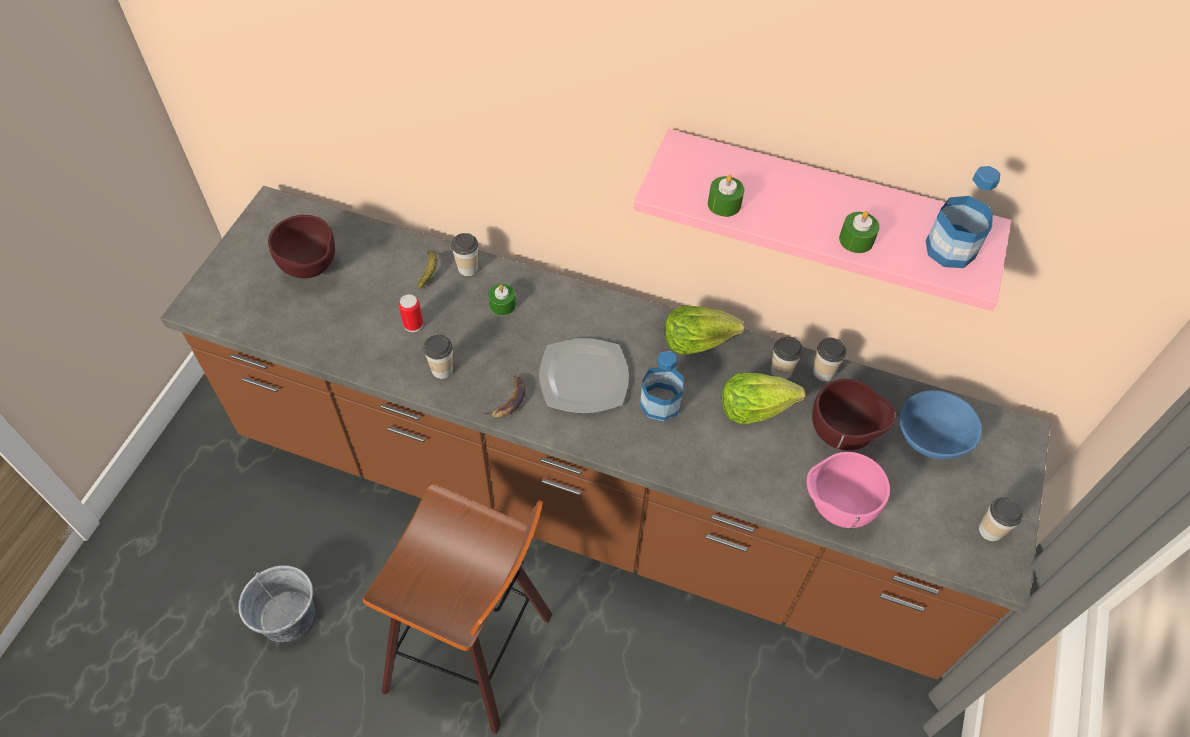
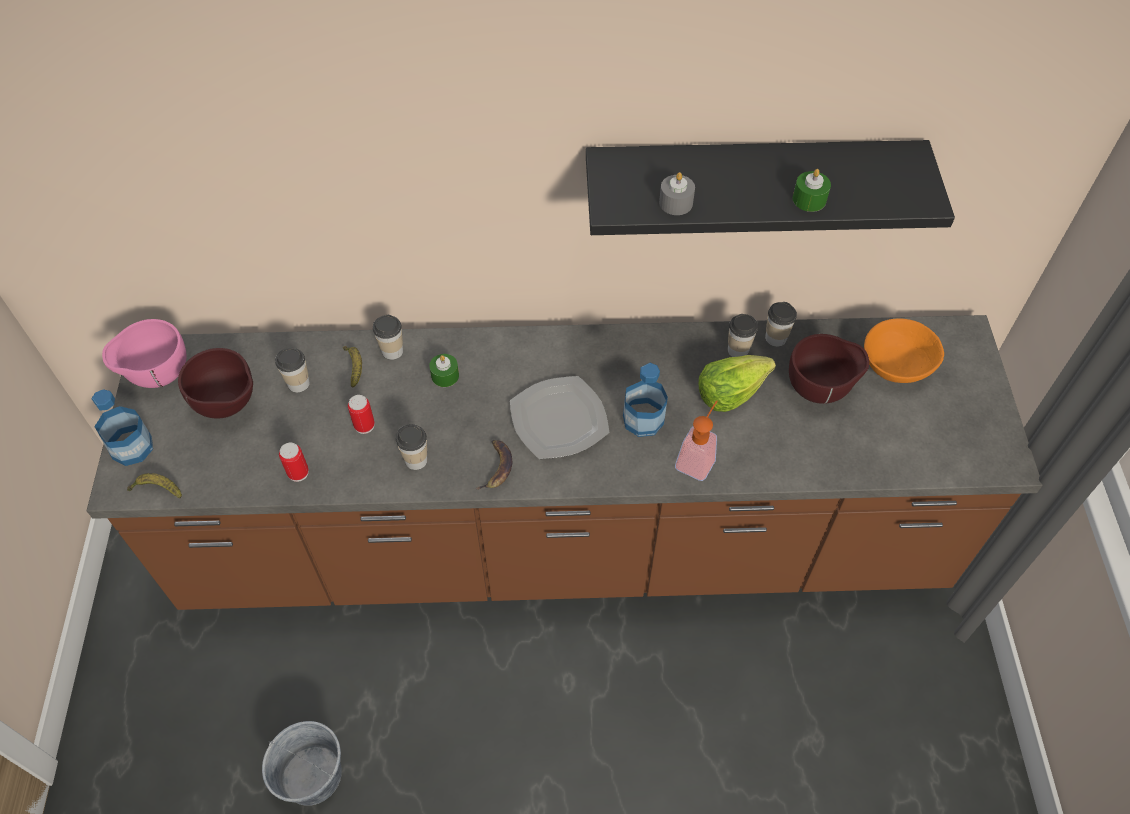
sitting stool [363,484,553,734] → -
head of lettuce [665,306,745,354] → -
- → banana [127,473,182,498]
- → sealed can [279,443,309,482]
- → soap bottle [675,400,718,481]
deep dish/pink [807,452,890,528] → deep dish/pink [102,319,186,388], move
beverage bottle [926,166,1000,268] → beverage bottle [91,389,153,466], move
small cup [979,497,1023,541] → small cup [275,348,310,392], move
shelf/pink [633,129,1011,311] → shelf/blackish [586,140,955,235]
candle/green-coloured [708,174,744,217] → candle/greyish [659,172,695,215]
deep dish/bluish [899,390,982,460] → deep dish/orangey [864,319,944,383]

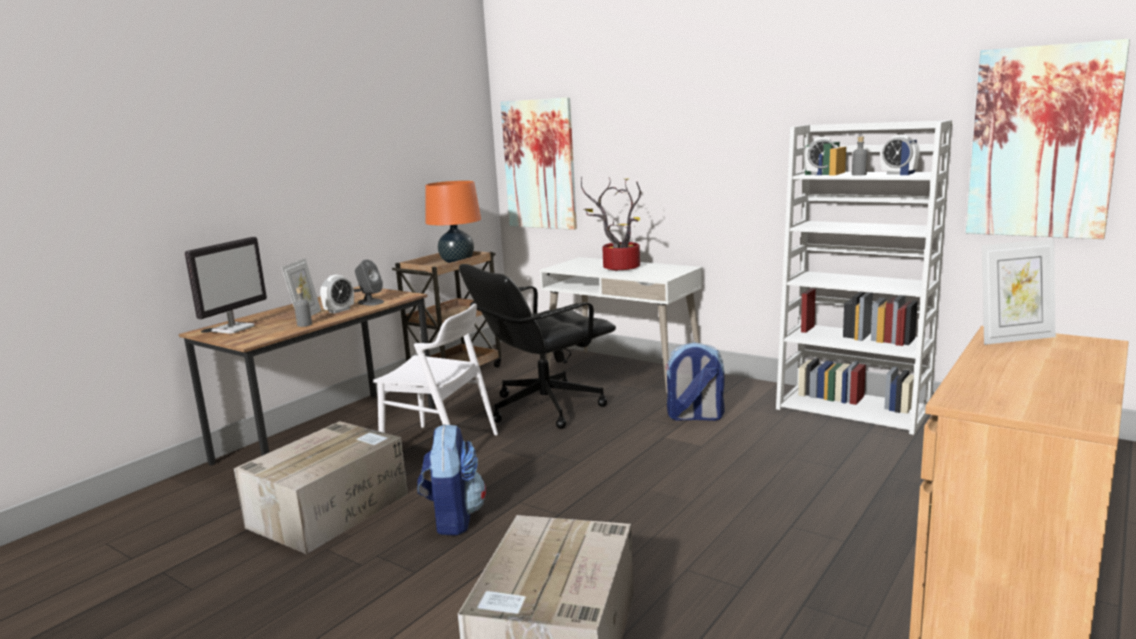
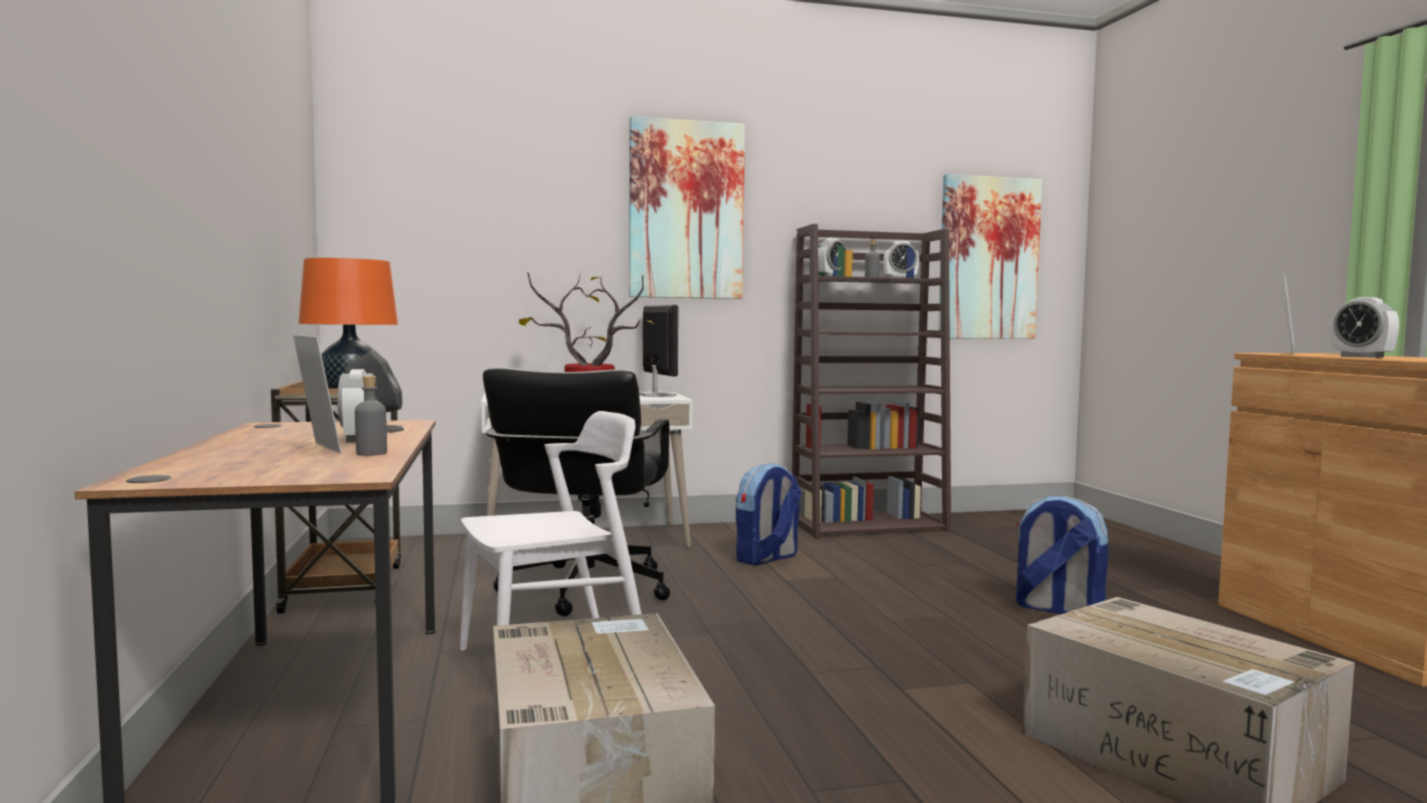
- → table clock [1331,297,1399,358]
computer screen [185,237,267,334] → computer screen [639,305,679,397], move
knapsack [417,424,486,536] → knapsack [1016,495,1109,614], move
wall art [501,97,577,230] → wall art [629,116,745,299], move
bookcase/white [776,120,952,435] → bookcase/brown [792,224,951,538]

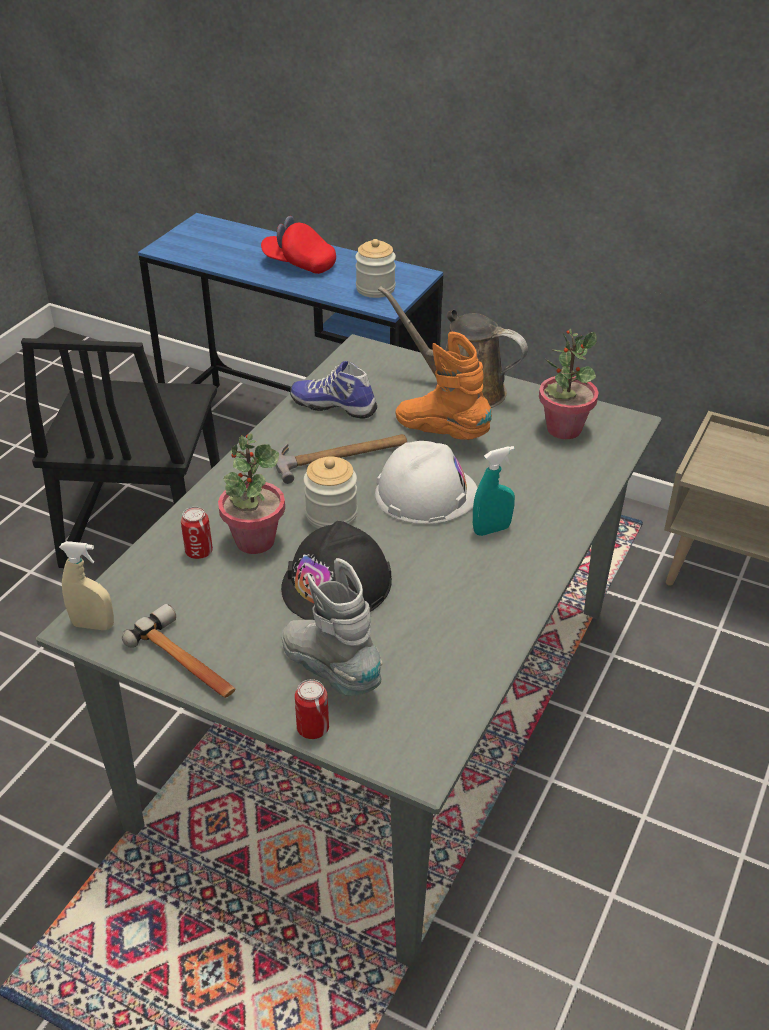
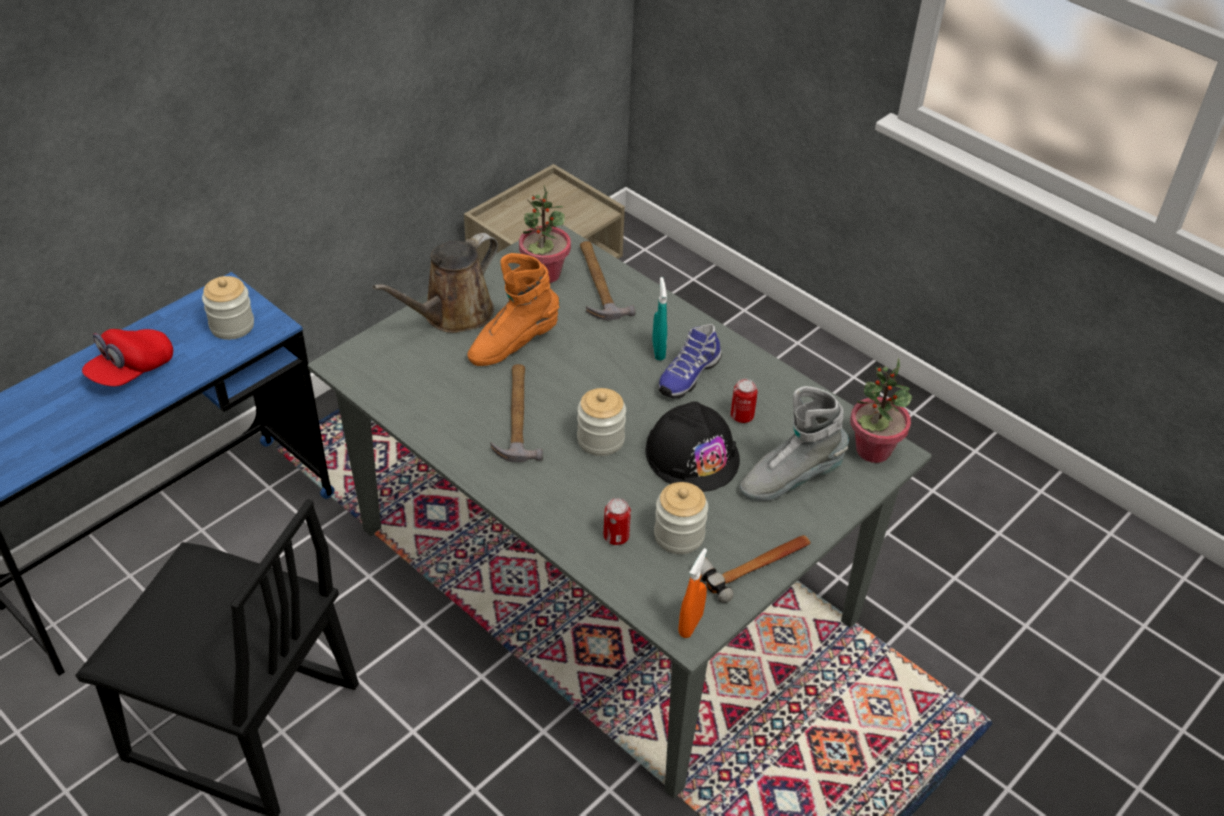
safety helmet/white [375,441,477,524] → -
- → hammer [580,241,635,320]
- → storage jar [654,482,708,554]
potted plant [218,434,285,554] → potted plant [850,358,912,463], move
low shoe [290,361,377,418] → low shoe [658,324,722,398], move
sealed can [295,679,329,739] → sealed can [731,379,758,423], move
sprayer/beige-coloured [59,541,114,630] → sprayer/orangey [678,548,707,638]

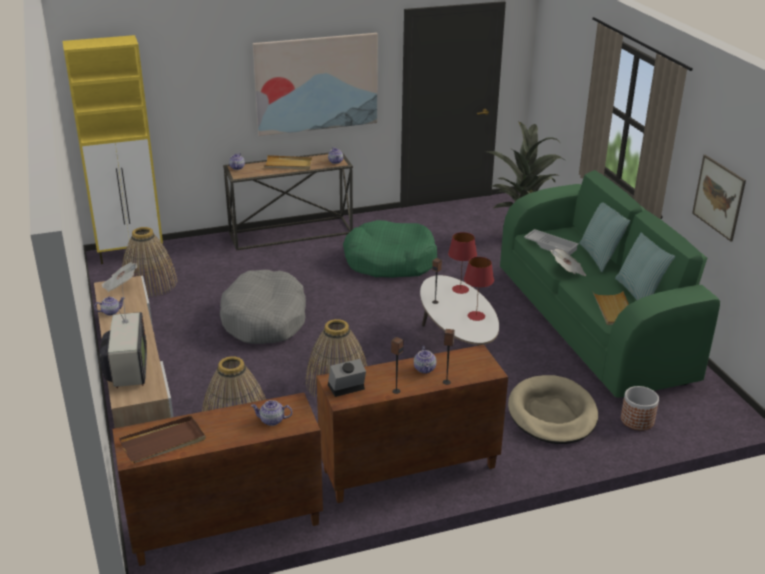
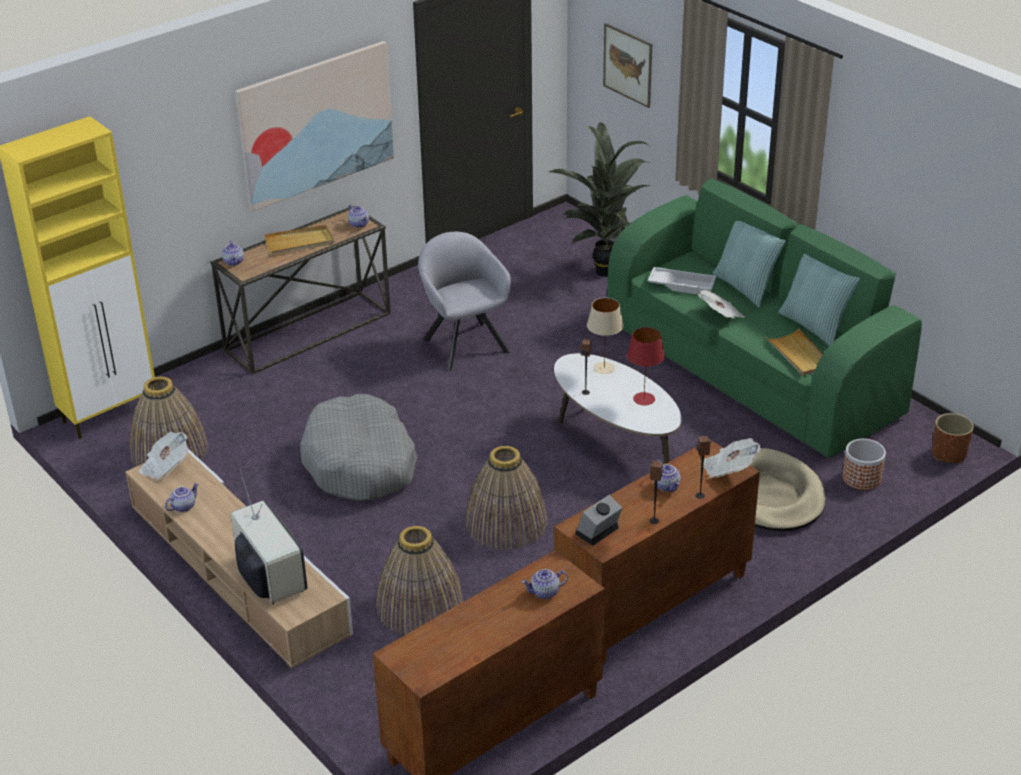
carrying tray/brown [119,416,206,463] → -
- → newspaper [703,438,761,478]
- → flower pot/brown [932,413,974,463]
wall art [692,155,746,242] → wall art [603,23,652,108], move
pet bed/green-coloured [343,220,437,278] → lounge chair/greyish [418,232,511,371]
lamp for a table/red-coloured [448,232,477,294] → lamp for a table/beige-coloured [587,298,624,374]

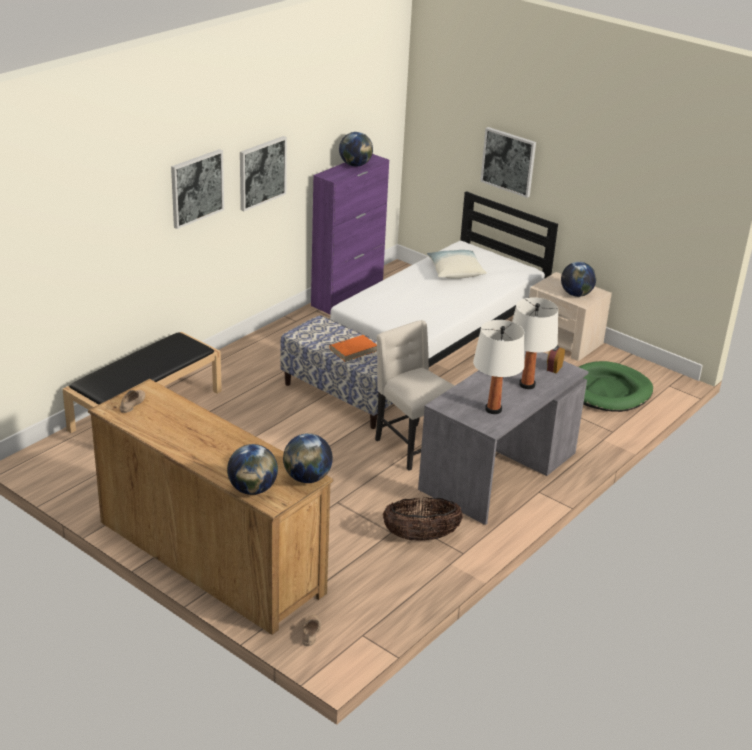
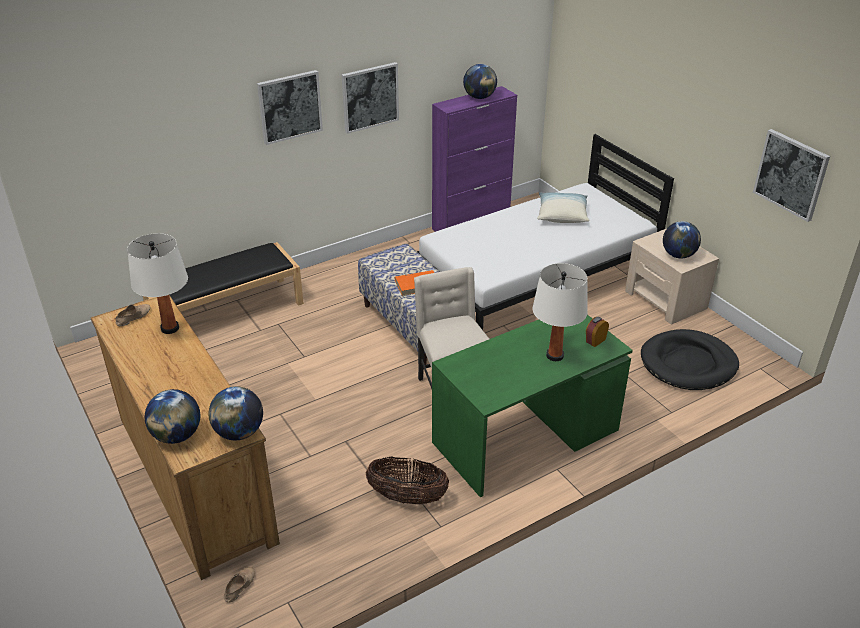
lamp for a table/white [473,320,525,414] → lamp for a table/white [127,233,188,334], move
wall art [480,127,536,198] → wall art [753,129,830,222], move
desk/greyish [418,351,589,525] → desk/green-coloured [432,315,633,498]
pet bed/green-coloured [579,361,653,412] → pet bed/blackish [641,329,739,390]

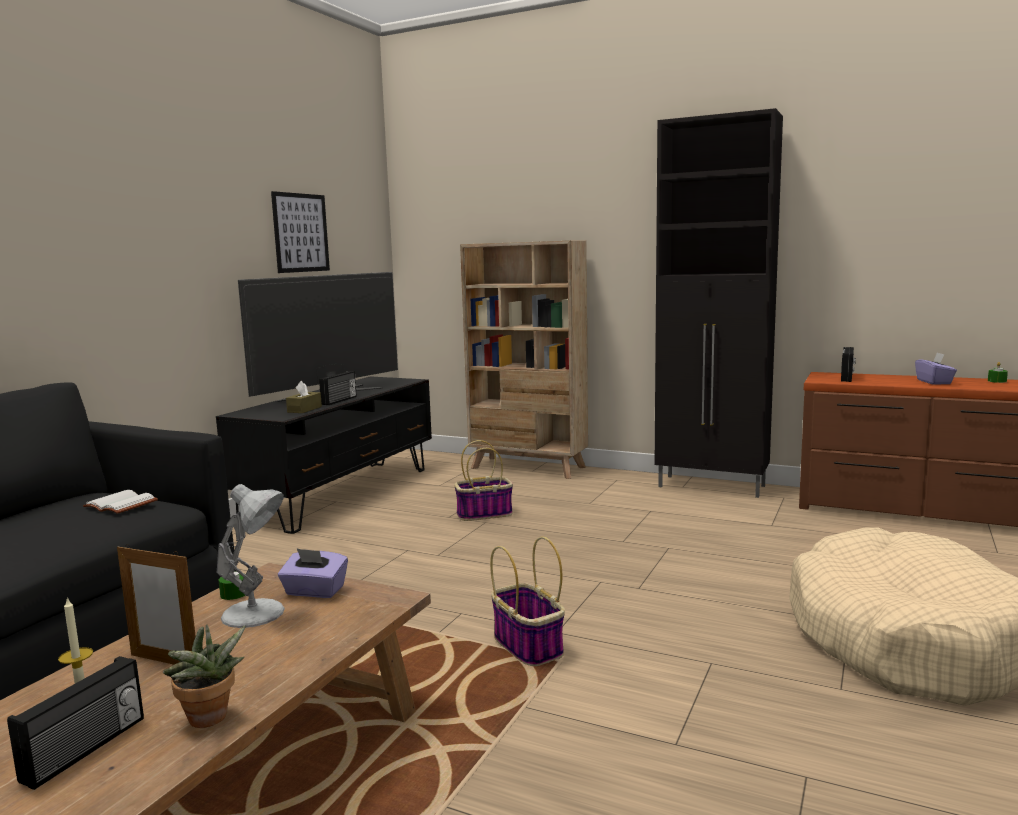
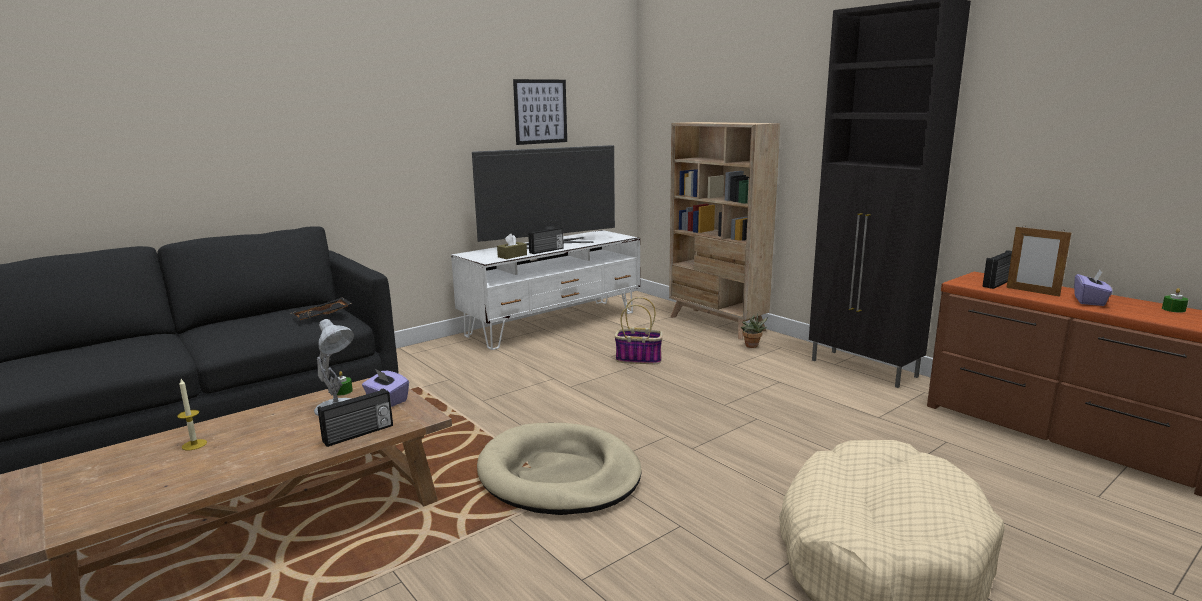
radio receiver [7,656,144,790] → radio receiver [318,388,393,447], move
photo frame [117,544,196,665] → photo frame [1006,225,1071,297], move
potted plant [163,624,246,728] → potted plant [741,313,768,348], move
bound book/white [83,490,158,514] → carrying tray/blackish [290,297,352,320]
household basket [490,536,565,666] → pet bed/beige-coloured [477,423,642,515]
media console/blackish [216,376,432,534] → media console/white [451,230,640,350]

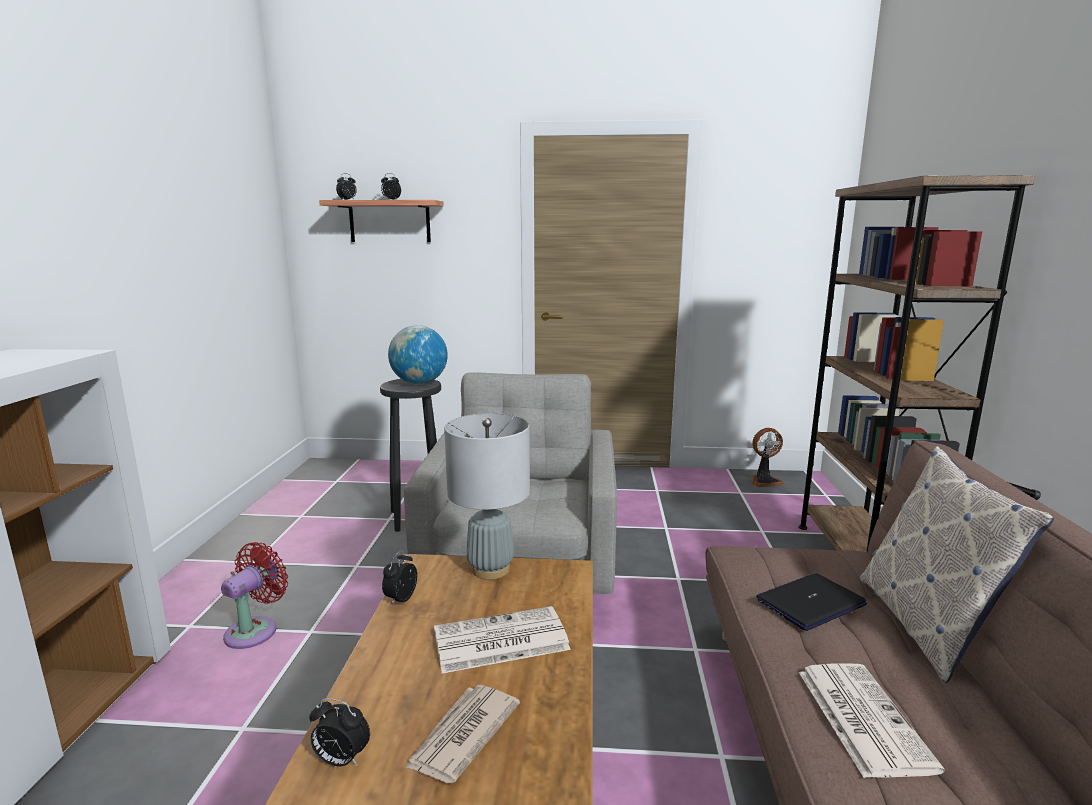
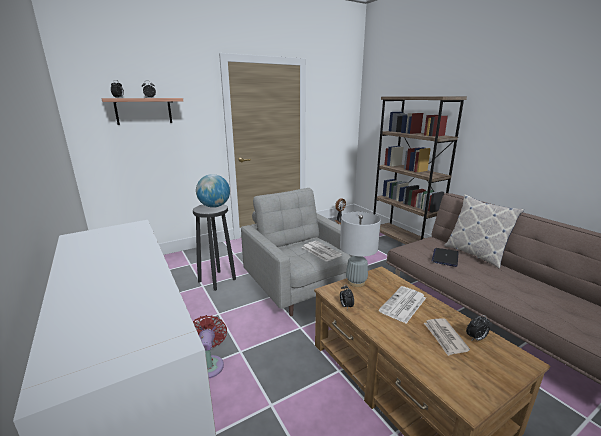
table clock [309,698,370,766] → table clock [466,315,490,341], move
newspaper [799,664,945,778] → newspaper [302,241,342,262], move

